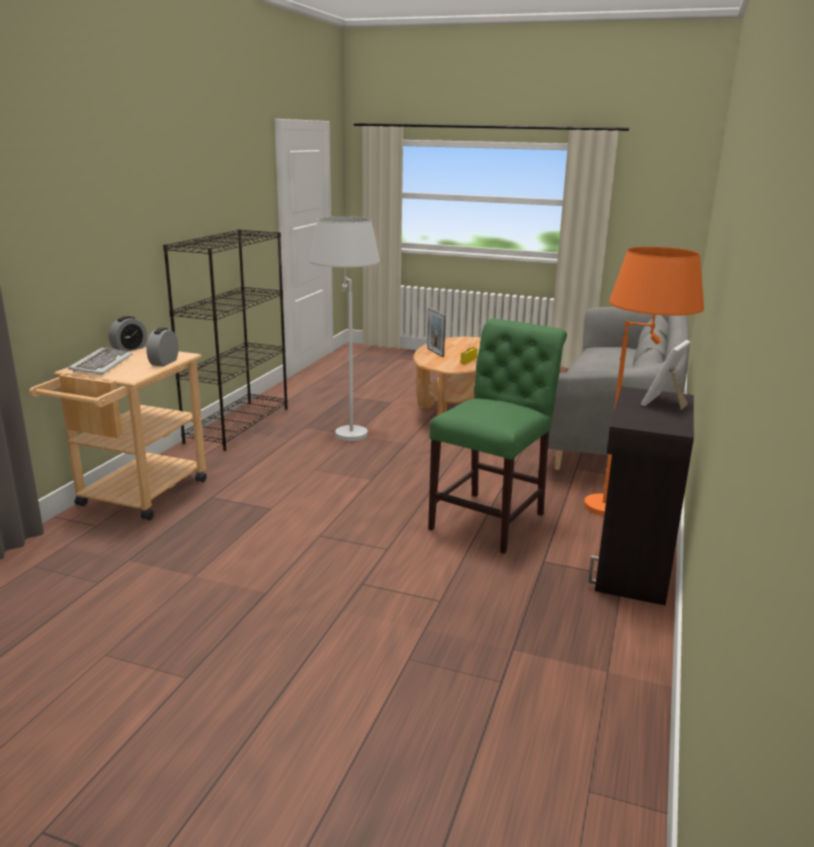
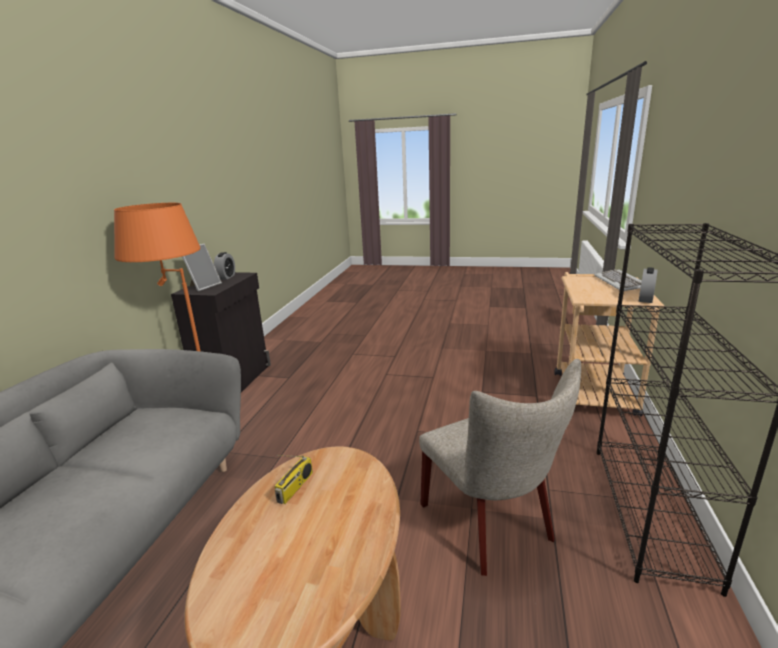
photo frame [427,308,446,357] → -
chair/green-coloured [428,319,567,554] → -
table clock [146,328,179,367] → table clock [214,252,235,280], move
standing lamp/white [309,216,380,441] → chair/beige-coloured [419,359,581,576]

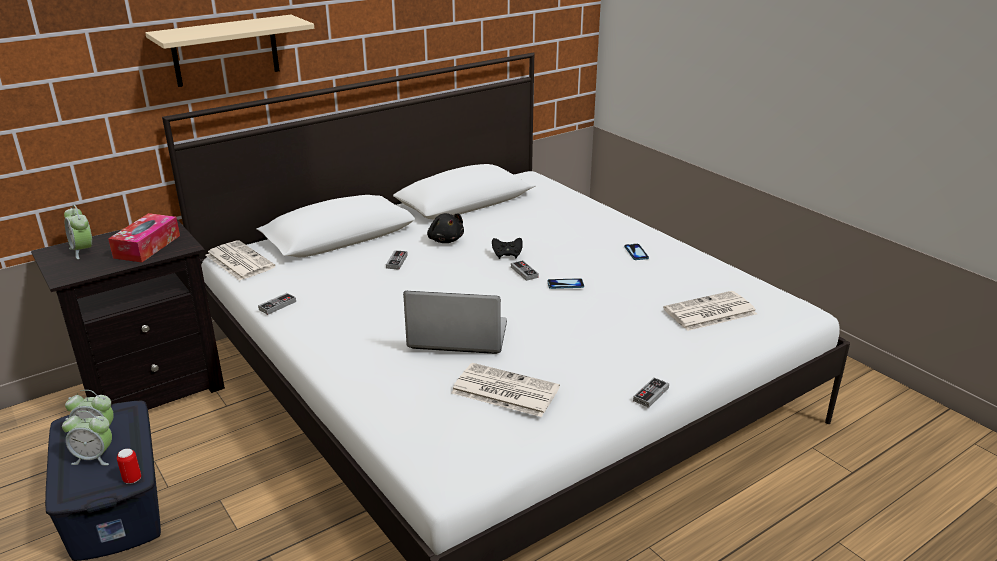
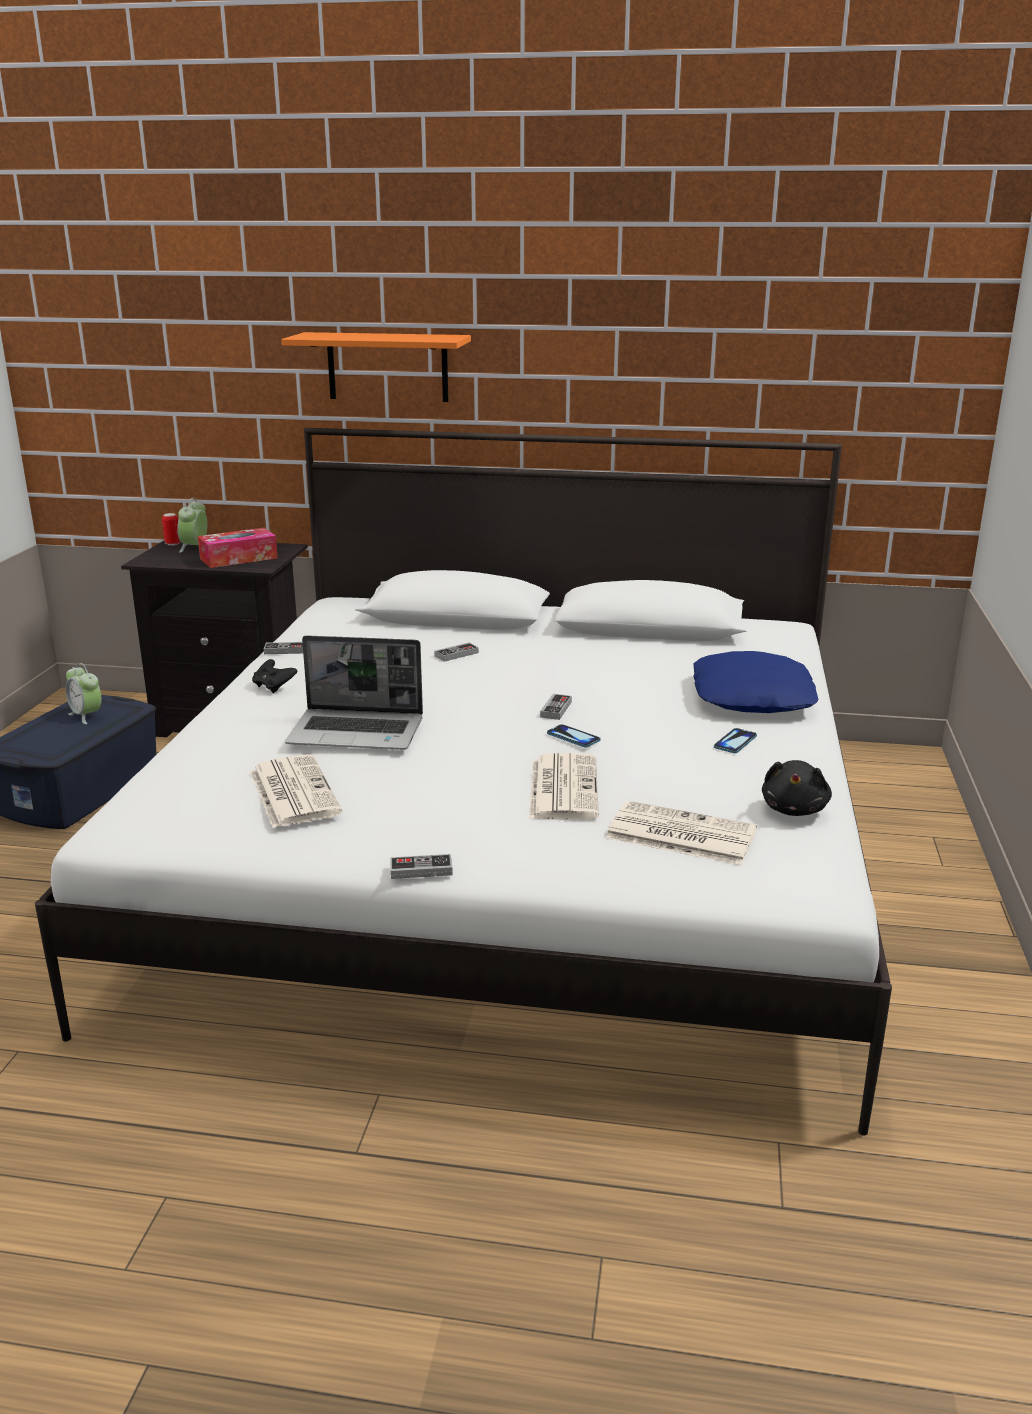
table clock [62,411,112,465] → -
- → throw pillow/bluish [693,651,818,713]
sealed can [117,449,141,484] → sealed can [162,513,180,546], move
newspaper [206,241,275,281] → newspaper [529,753,599,819], move
soft toy/blackish [427,213,464,243] → soft toy/blackish [762,760,832,816], move
game controller/blackish [492,238,523,259] → game controller/blackish [252,659,297,693], move
shelf/beige-coloured [145,15,314,87] → shelf/orangey [281,332,471,402]
laptop [403,291,507,354] → laptop [285,635,423,750], 135 degrees clockwise

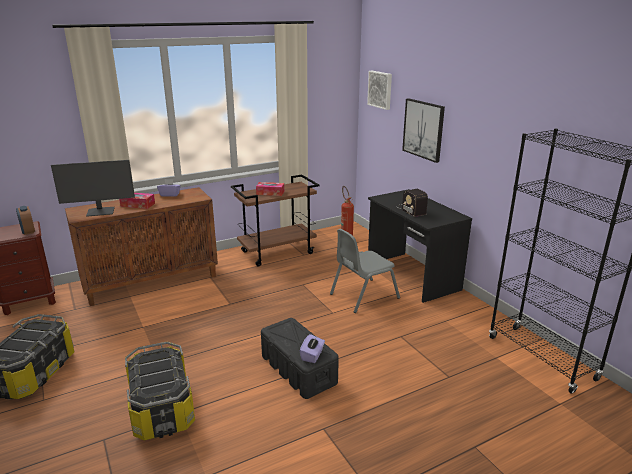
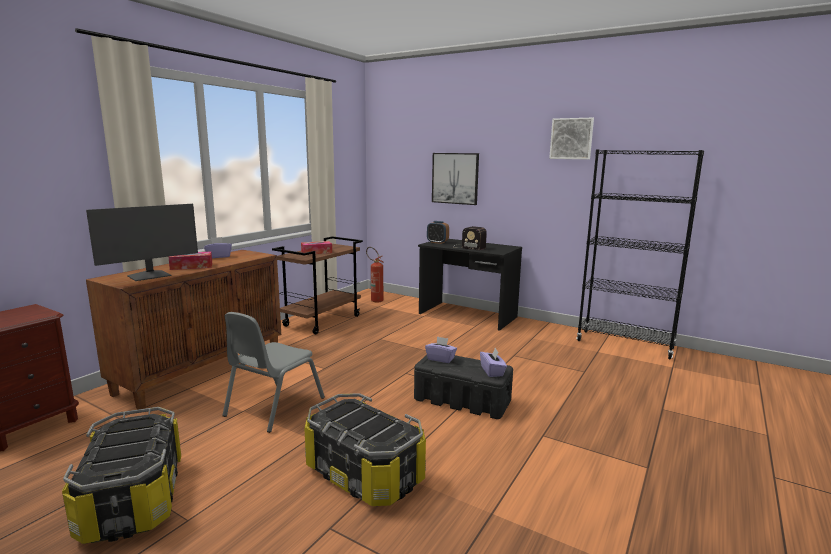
- → tissue holder/purple-coloured [425,336,457,363]
table clock [16,206,35,235] → table clock [427,221,449,244], move
chair/greyish [330,229,400,313] → chair/greyish [222,312,325,433], move
wall art [367,71,392,110] → wall art [549,118,594,159], move

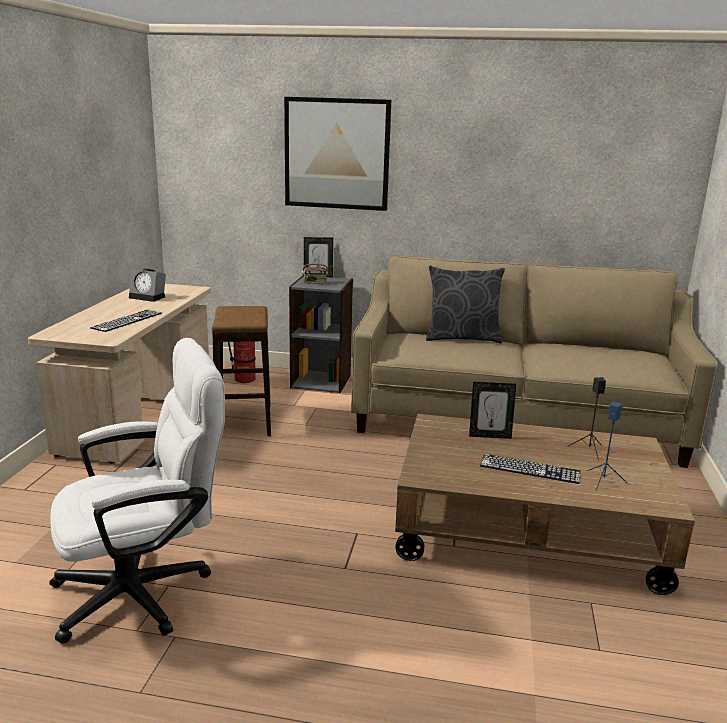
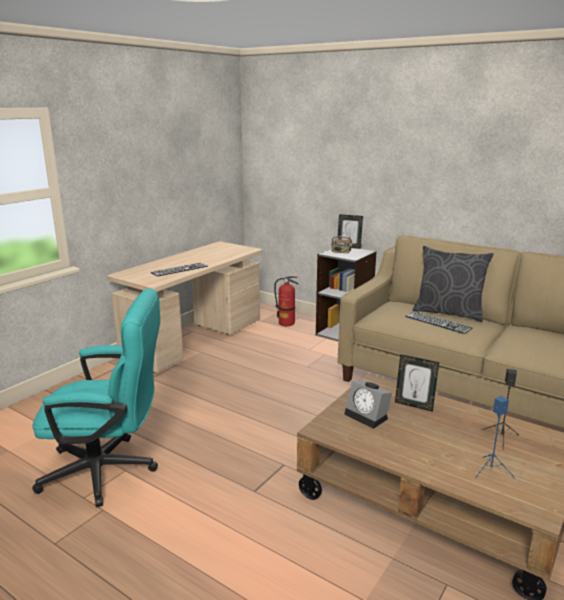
sitting stool [212,306,271,437] → -
wall art [284,97,391,211] → -
table clock [129,268,166,302] → table clock [344,380,392,429], move
computer keyboard [480,454,581,484] → computer keyboard [405,312,473,334], move
computer chair/white [49,338,225,644] → computer chair/turquoise-coloured [32,288,160,507]

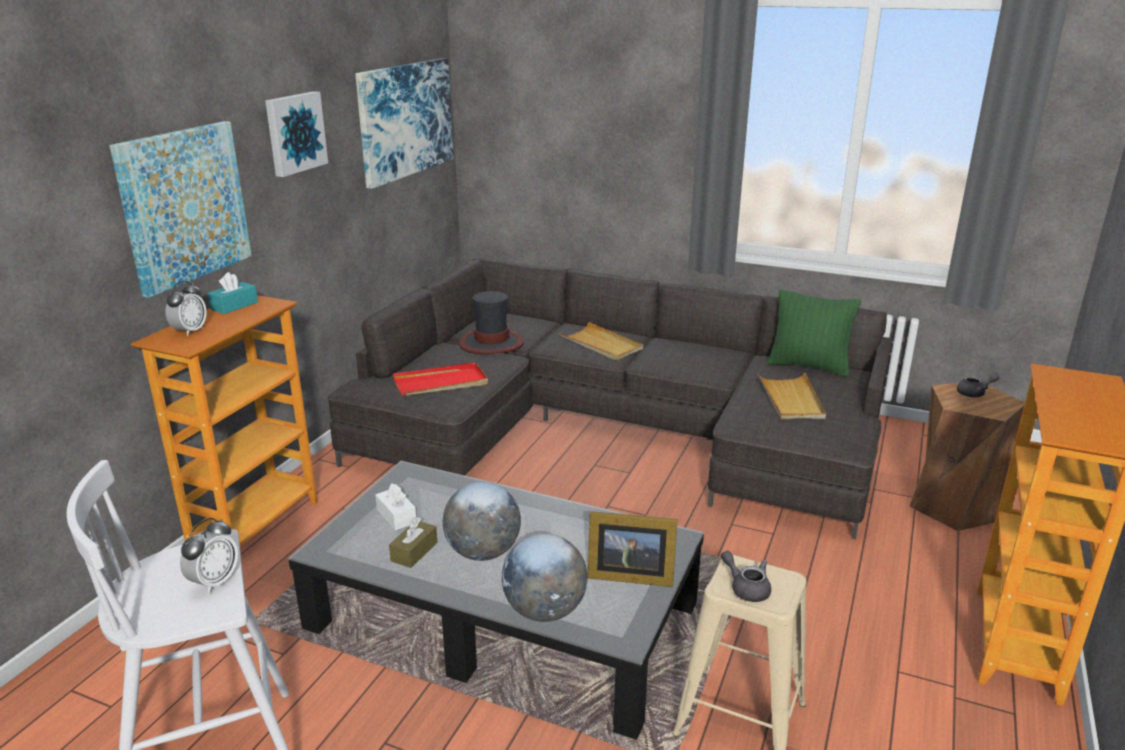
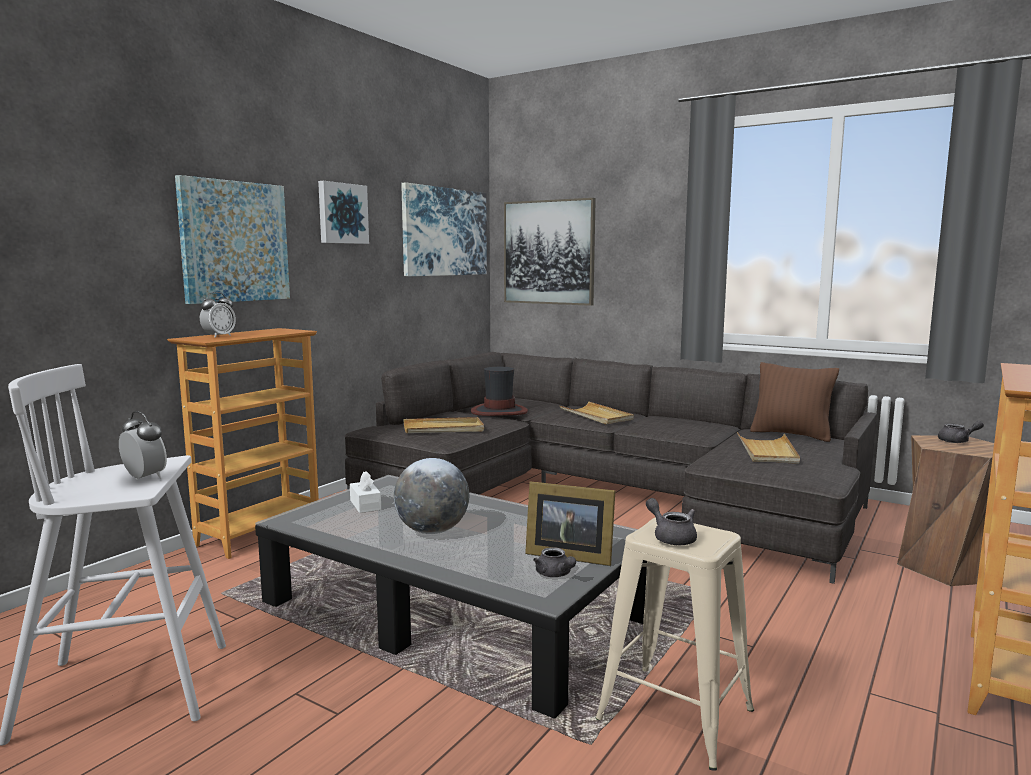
tissue holder/turquoise-coloured [208,272,258,314] → -
tissue holder/brown [389,517,437,568] → -
globe [502,534,588,622] → -
- → wall art [504,198,596,306]
- → pot for tea/greyish [533,547,576,577]
carrying tray/red-coloured [393,362,488,396] → carrying tray/beige-coloured [403,417,484,433]
throw pillow/green-coloured [767,289,861,377] → throw pillow/brown [750,362,839,442]
table clock [180,518,238,593] → table clock [119,411,167,480], 90 degrees counterclockwise

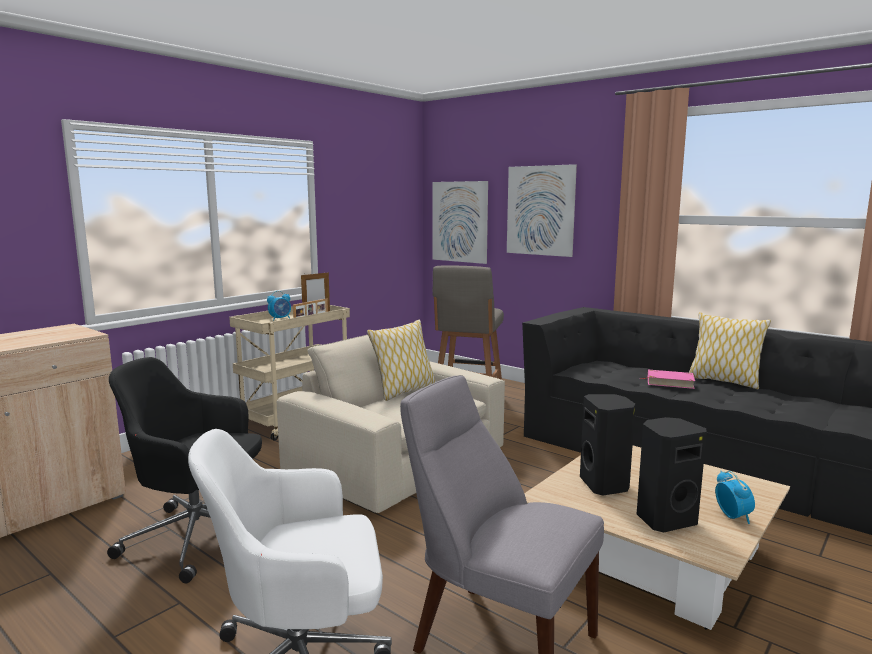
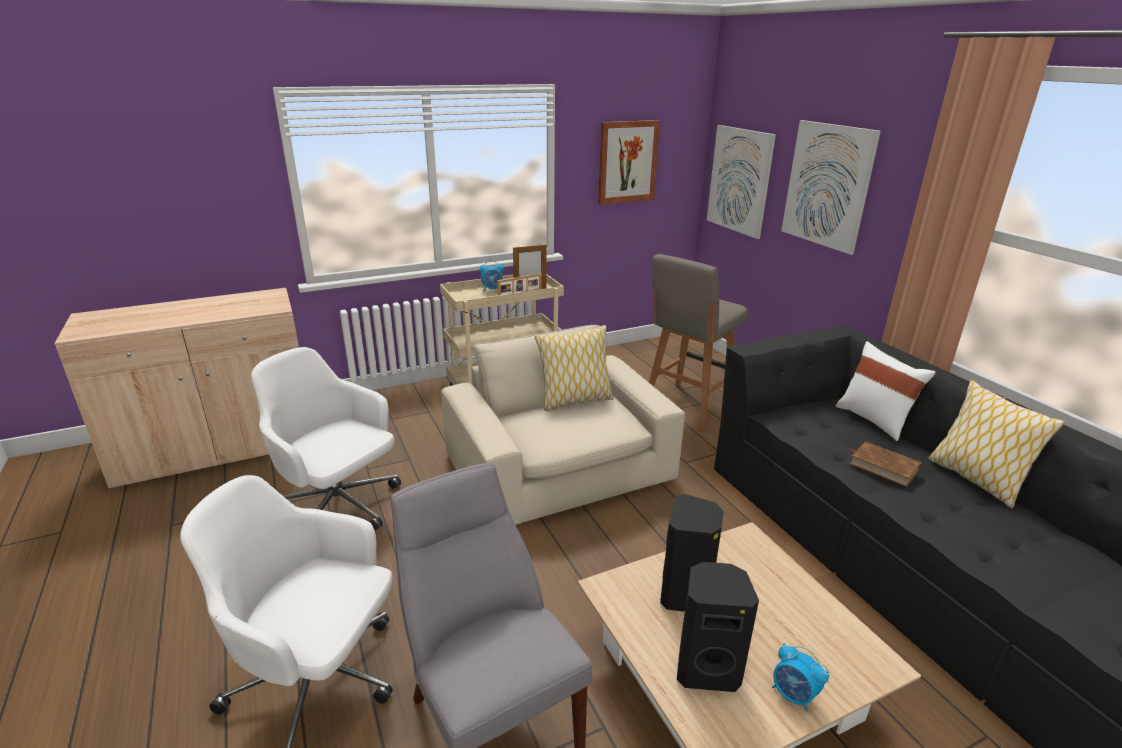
- → wall art [598,120,660,204]
- → throw pillow/white [836,341,936,441]
computer chair/blackish [107,357,262,583] → computer chair/white [251,347,401,530]
bound book/pink [640,370,695,389] → bound book/brown [849,442,922,487]
table clock [715,471,755,524] → table clock [772,643,829,712], 120 degrees clockwise

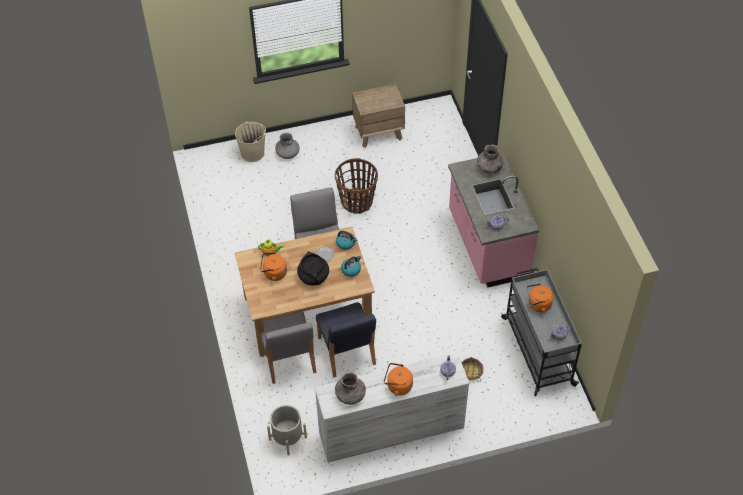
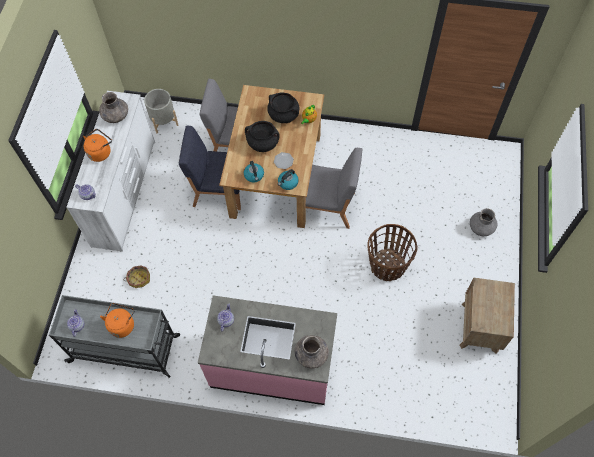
water bucket/beige-coloured [235,121,266,162] → -
water kettle/orangey [260,252,287,281] → saucepot/blackish [267,93,299,123]

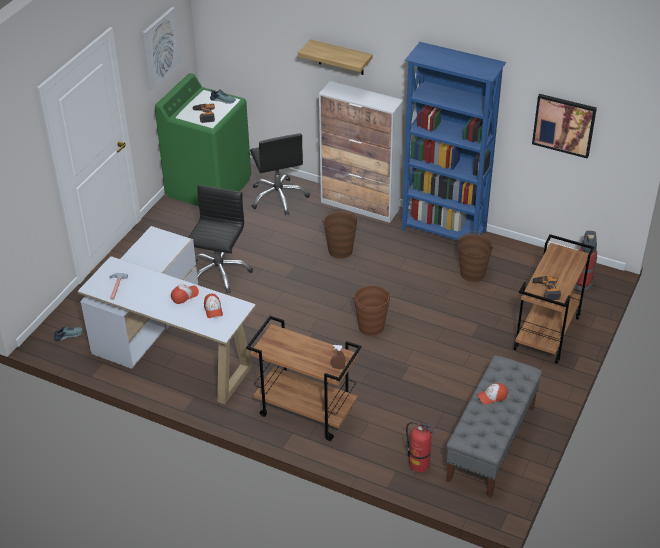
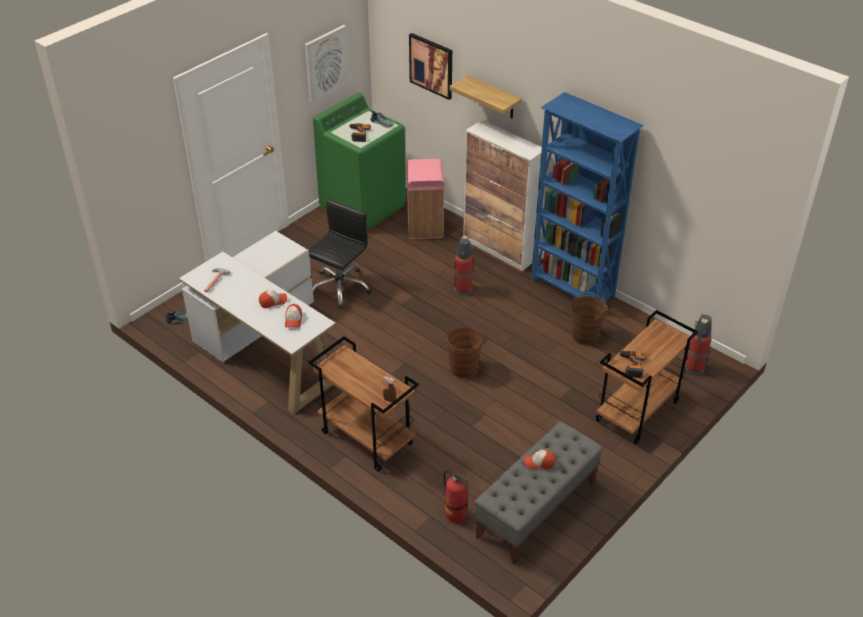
wall art [532,94,597,159] → wall art [409,33,452,100], move
computer chair/blackish [250,134,310,215] → rubbish bin/pink [407,159,444,239]
water bucket/brown [322,209,359,259] → fire extinguisher [454,236,473,296]

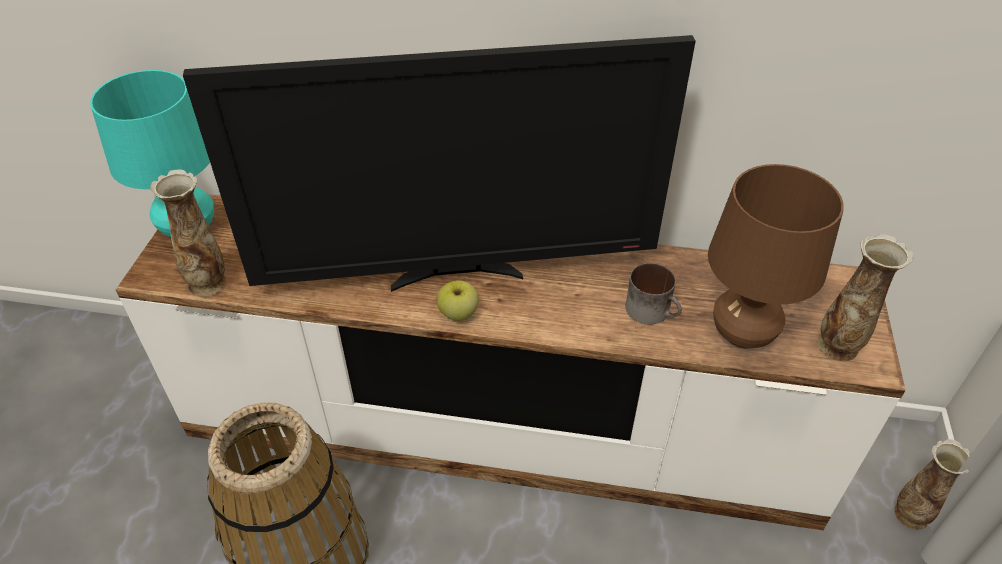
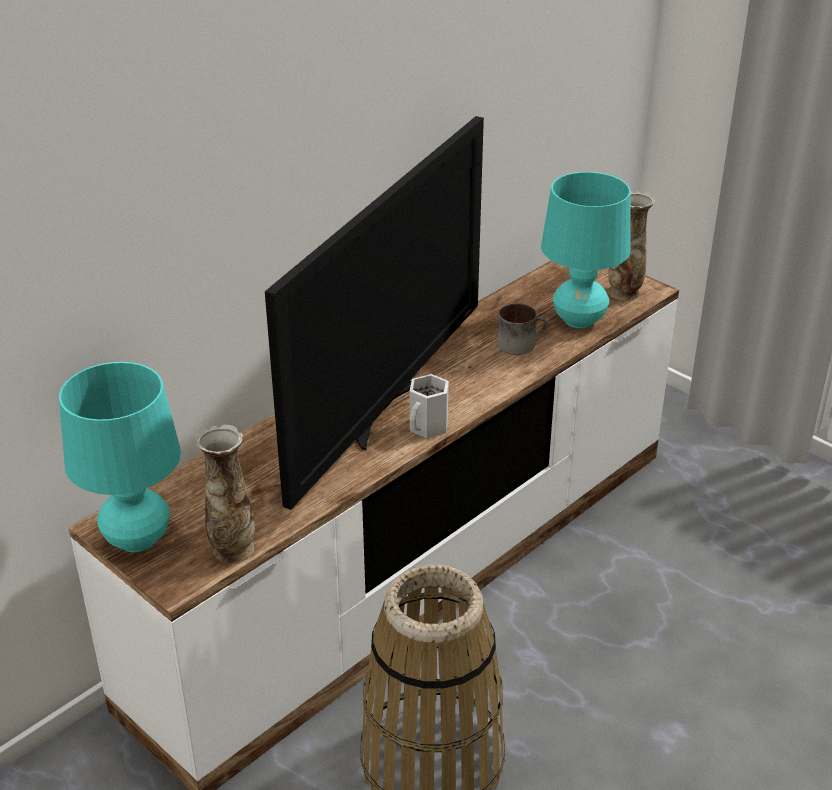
flower vase [894,439,970,530] → -
apple [437,280,479,321] → tea mug/white [410,374,449,438]
lamp for a table/brown [708,164,844,348] → lamp for a table/turquoise-coloured [541,172,631,328]

